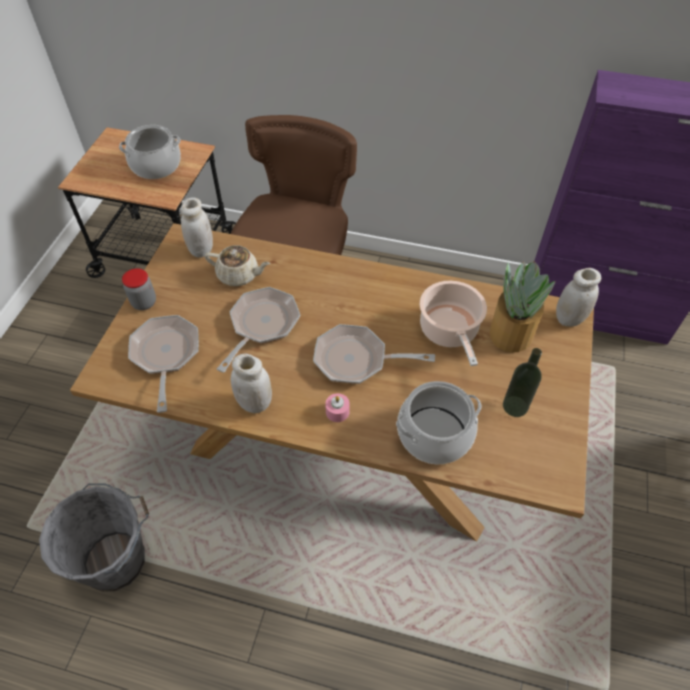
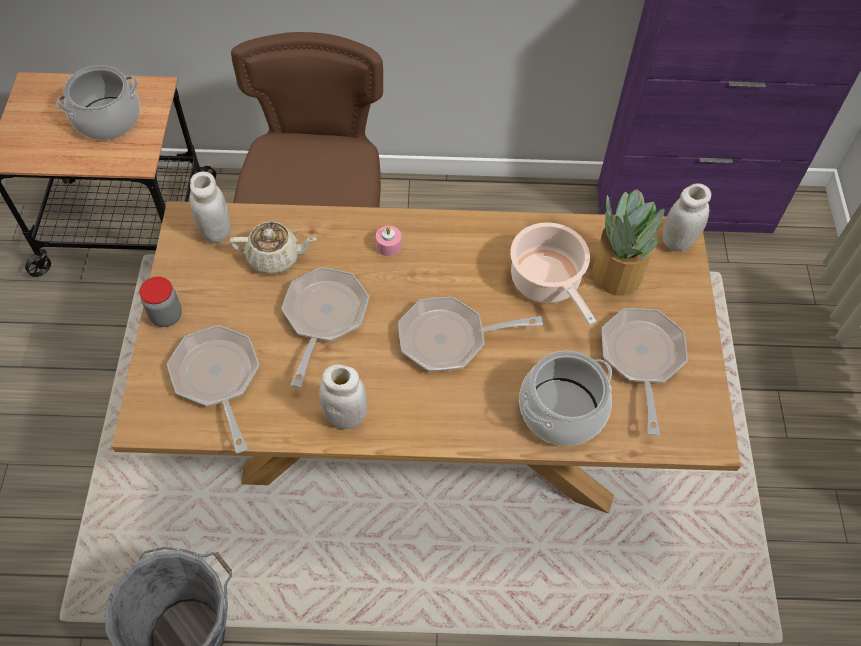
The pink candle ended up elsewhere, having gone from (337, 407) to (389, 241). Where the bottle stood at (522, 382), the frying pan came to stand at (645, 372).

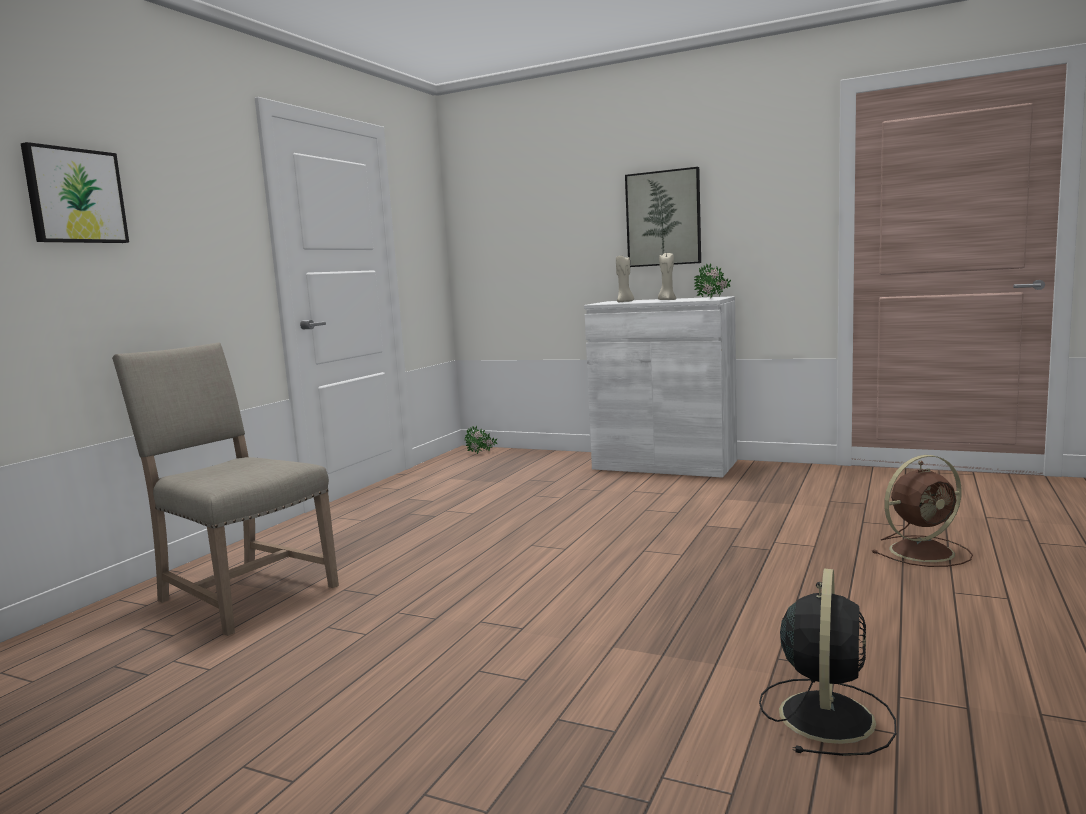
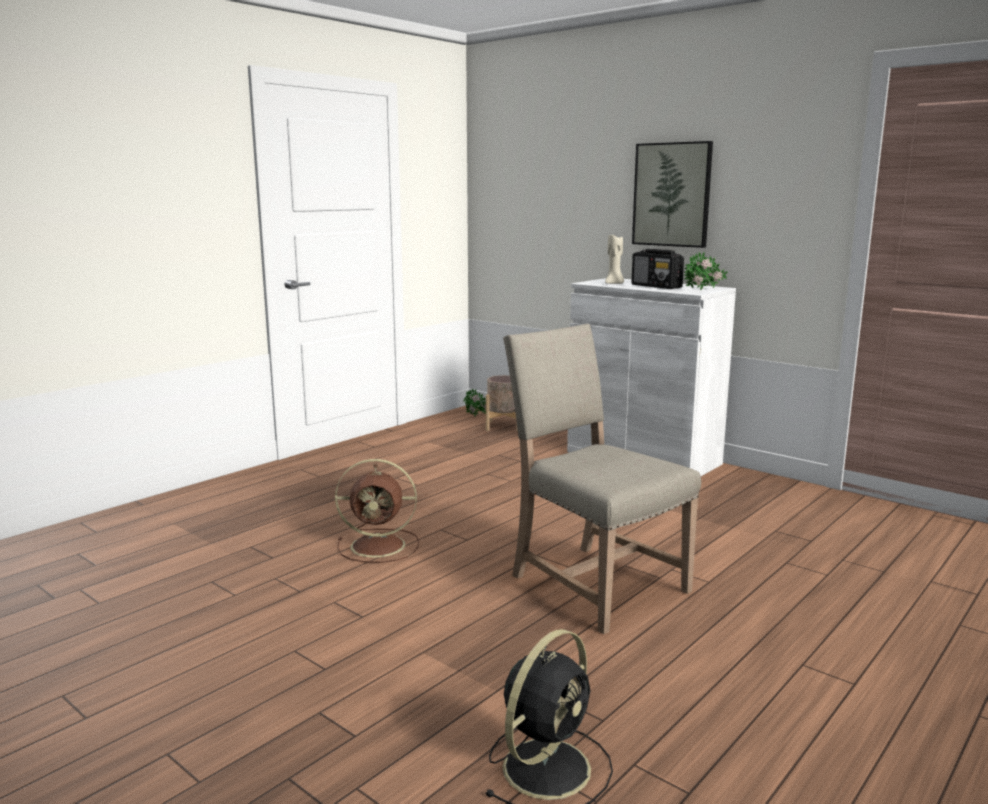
The second view lost the picture at (75, 192). The second view gained the beige planter at (502, 403). The beige chair ended up elsewhere, having gone from (225, 489) to (602, 479). The brown fan ended up elsewhere, having gone from (922, 511) to (377, 511). Where the beige candle stood at (667, 276), the radio came to stand at (657, 269).

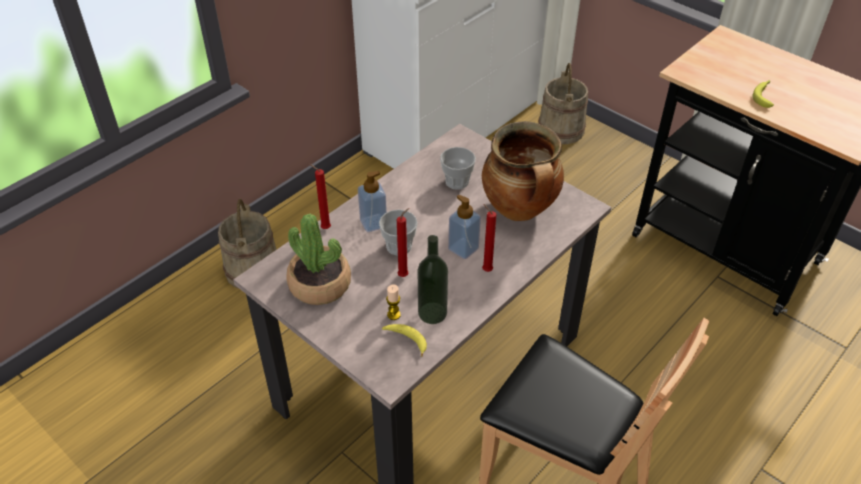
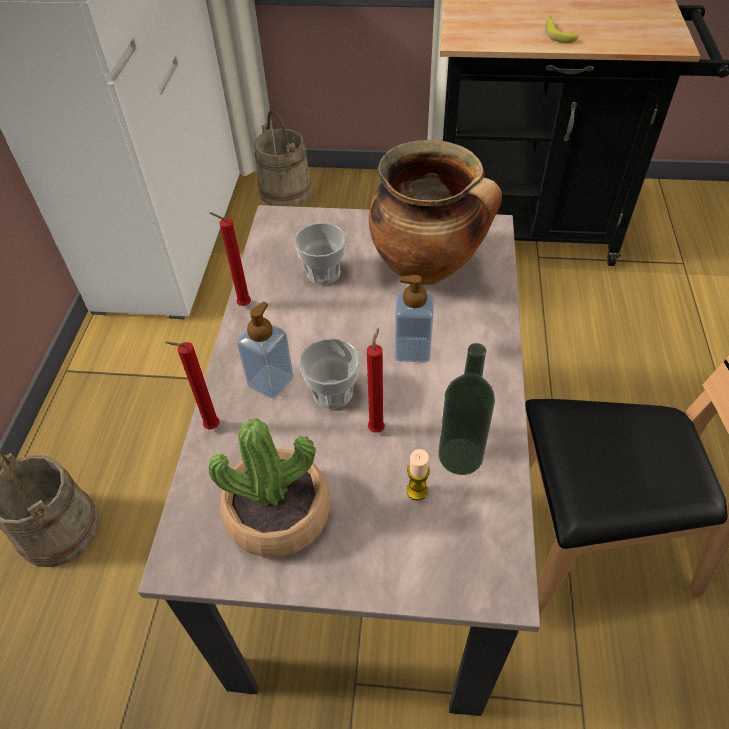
The second view lost the banana at (404, 340). The red candle ended up elsewhere, having gone from (489, 238) to (230, 259).

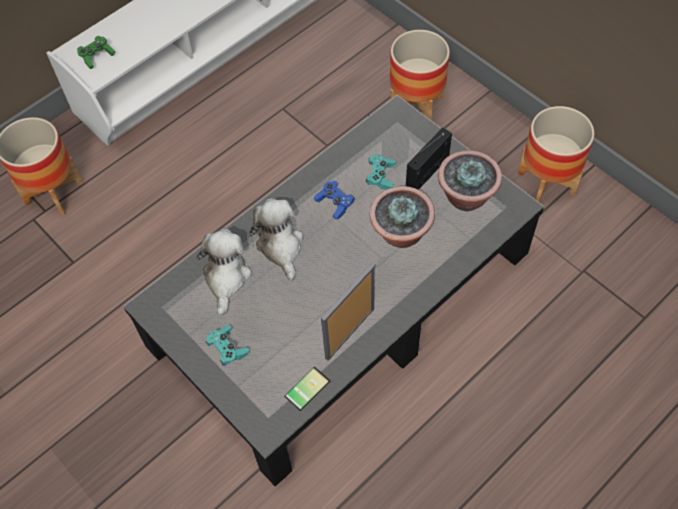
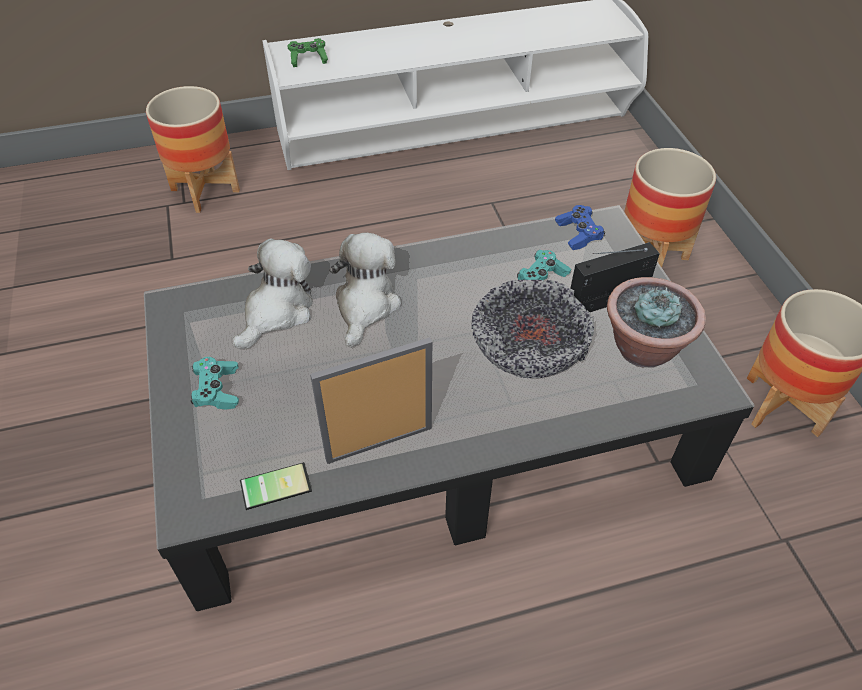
The blue game controller ended up elsewhere, having gone from (334, 200) to (580, 227). Where the potted plant stood at (402, 217), the bowl came to stand at (532, 329).

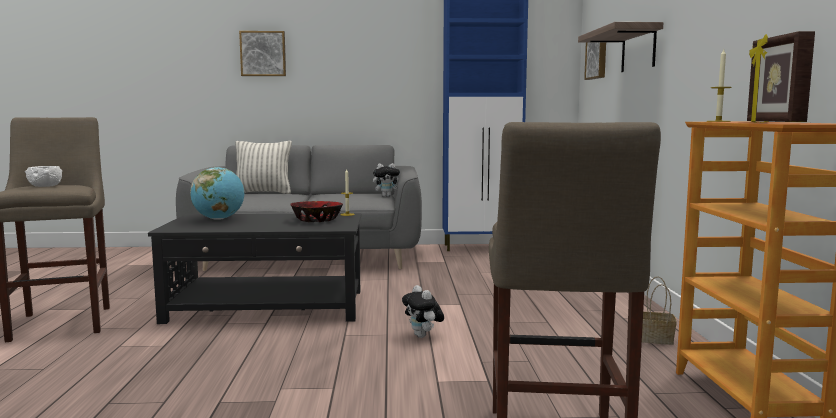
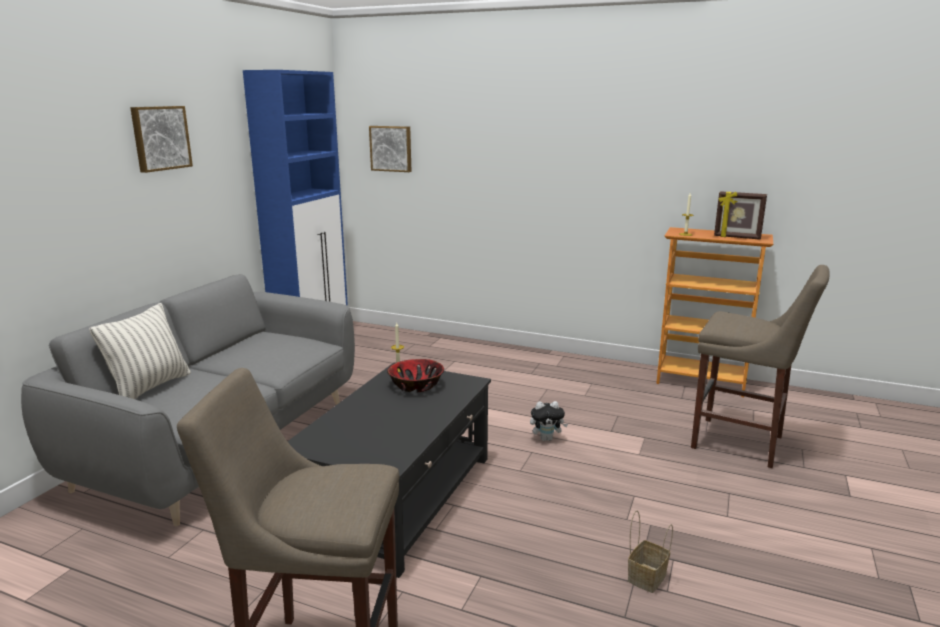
The second view lost the white bowl at (43, 176). The second view lost the globe at (217, 193). The second view lost the plush toy at (386, 180). The second view lost the shelf at (621, 47). The picture ended up elsewhere, having gone from (262, 53) to (161, 139). The basket ended up elsewhere, having gone from (659, 310) to (650, 551).

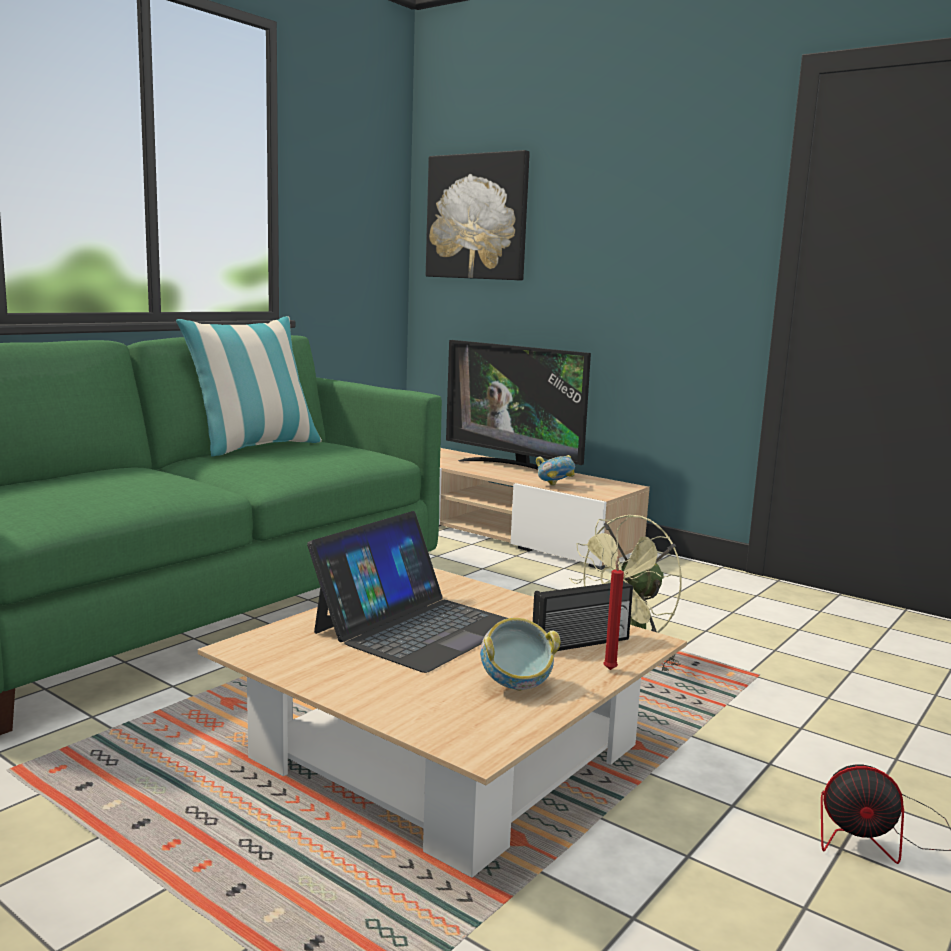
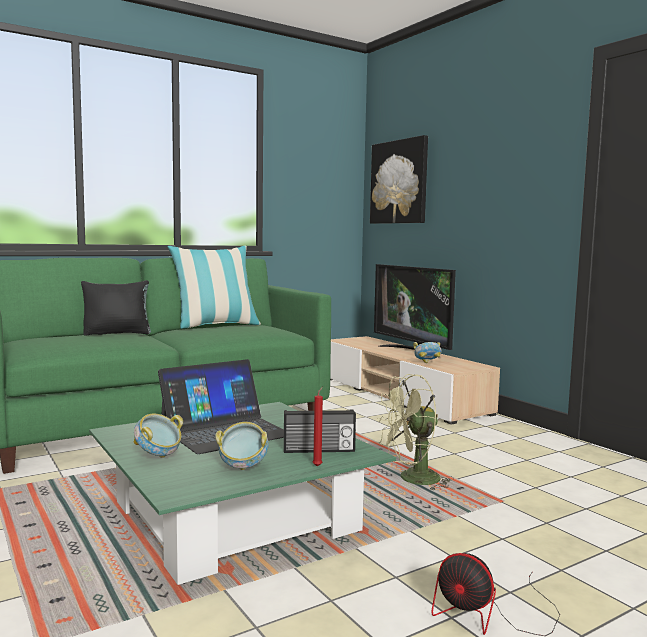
The second view gained the black pillow at (116, 308). The second view gained the bowl at (158, 435). What was the beige coffee table at (442, 723) turned into the green coffee table at (242, 493).

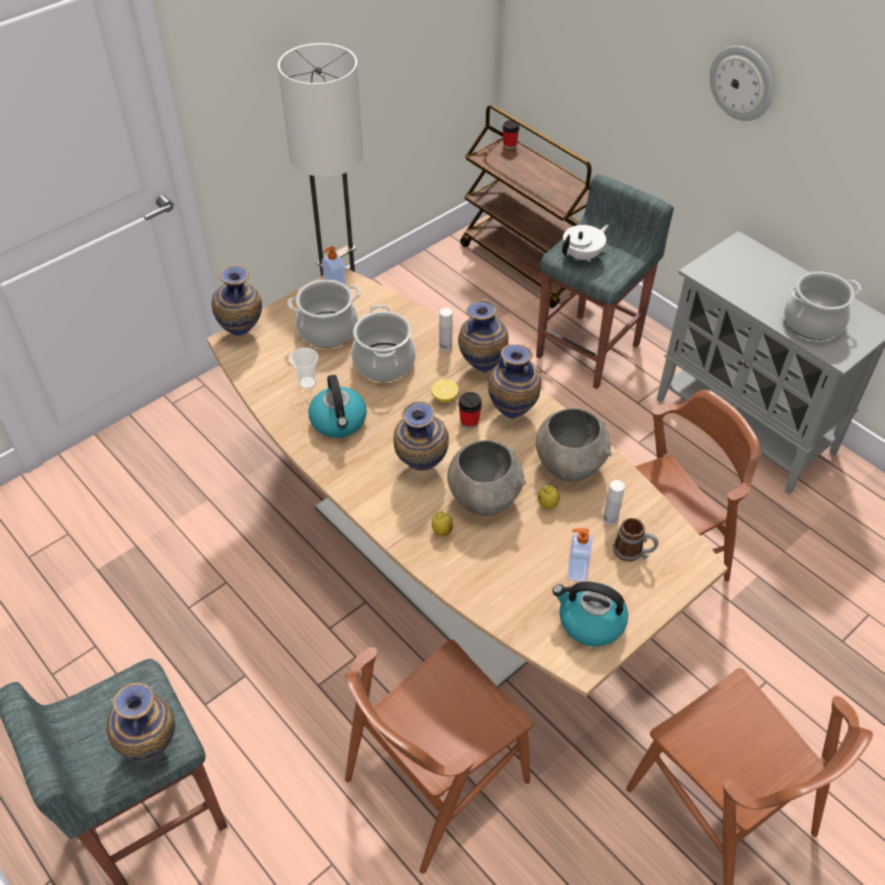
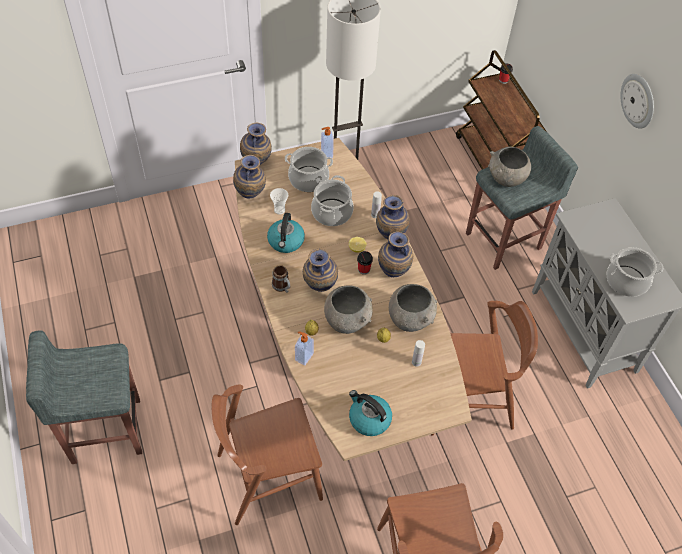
The vase ended up elsewhere, having gone from (140, 722) to (249, 176). The soap dispenser ended up elsewhere, having gone from (579, 555) to (304, 348). The mug ended up elsewhere, having gone from (635, 540) to (281, 279). Where the white teapot stood at (585, 243), the grey bowl came to stand at (509, 167).

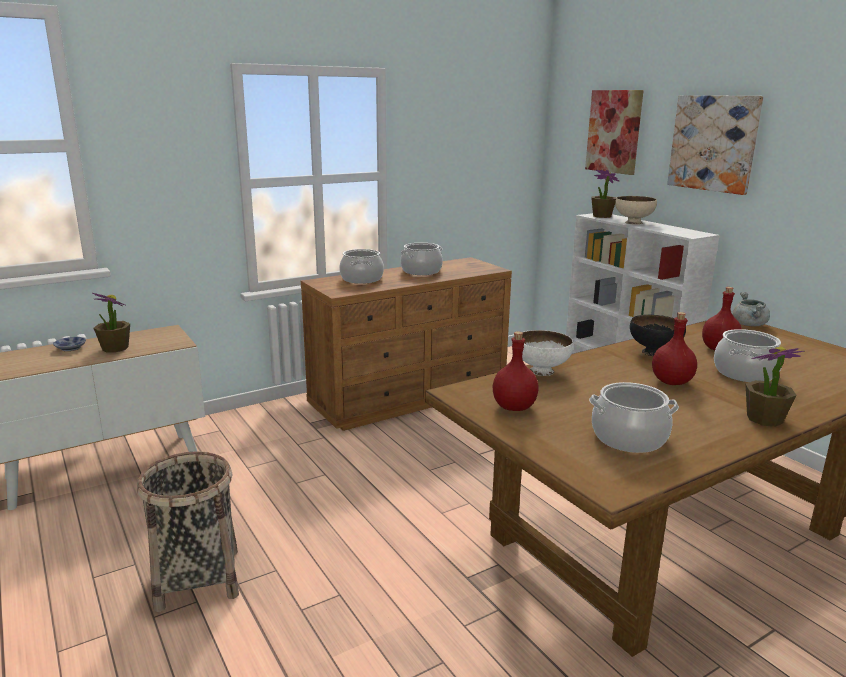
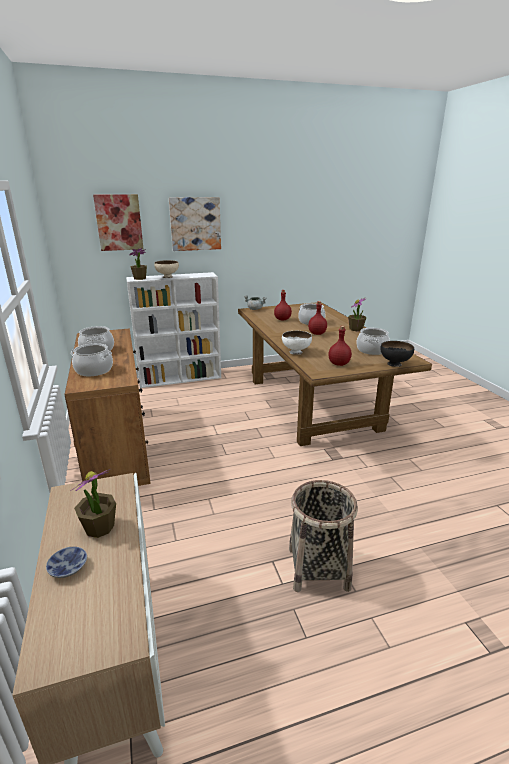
The black bowl ended up elsewhere, having gone from (658, 335) to (397, 354).

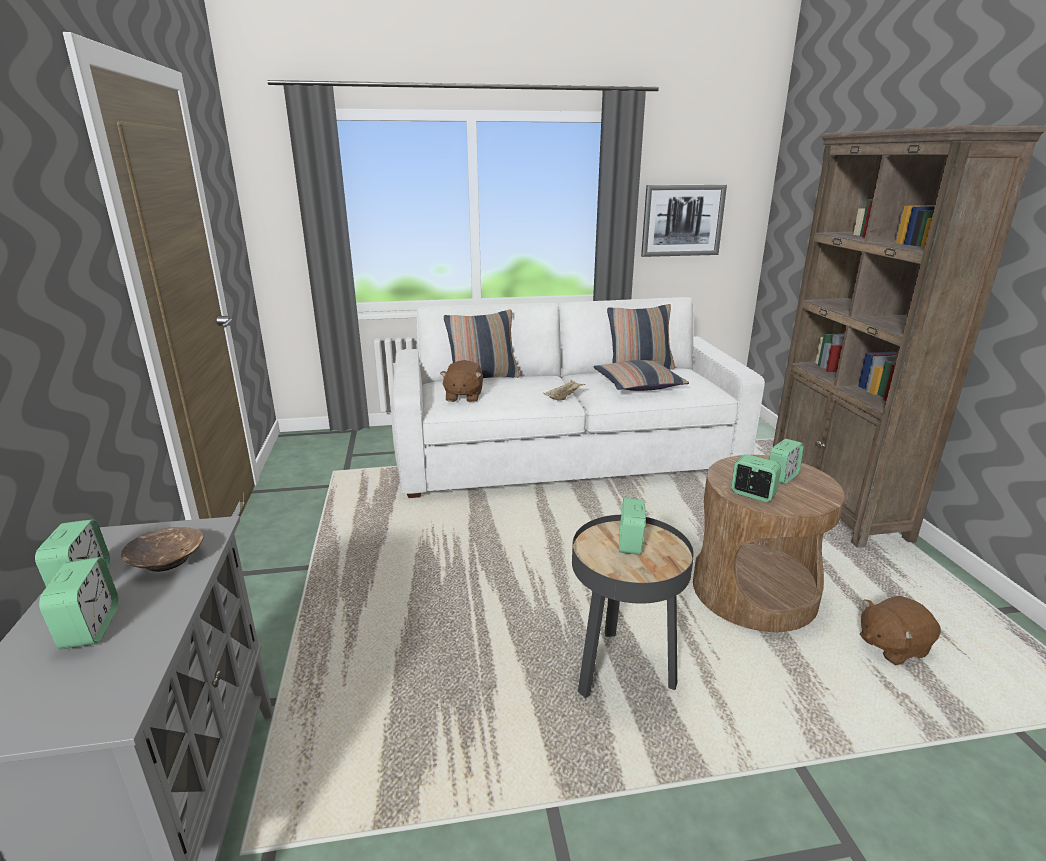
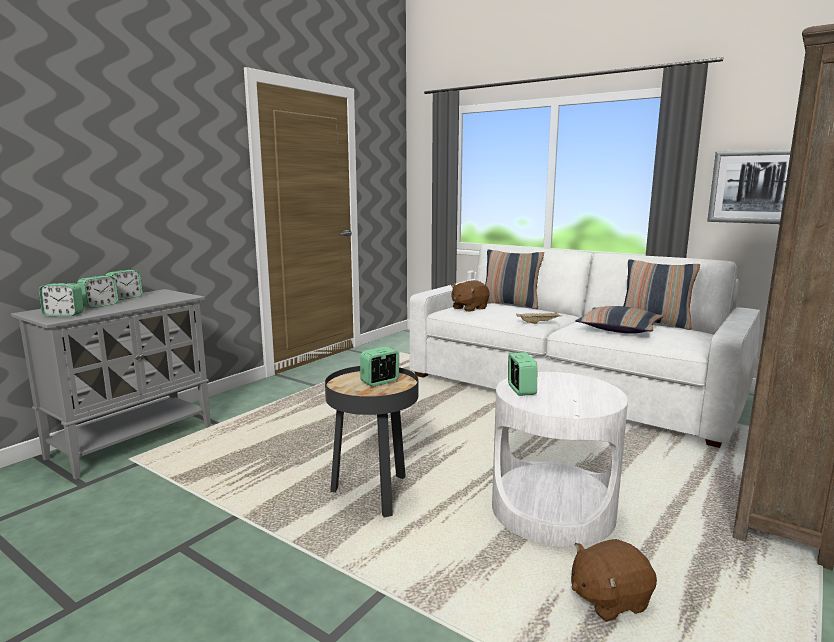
The second view lost the brown bowl at (162, 549). The alarm clock ended up elsewhere, having gone from (786, 461) to (61, 299). What was the brown side table at (769, 543) turned into the white side table at (560, 459). The brown plush toy at (900, 630) ended up facing another way, 45 degrees counterclockwise from before.

